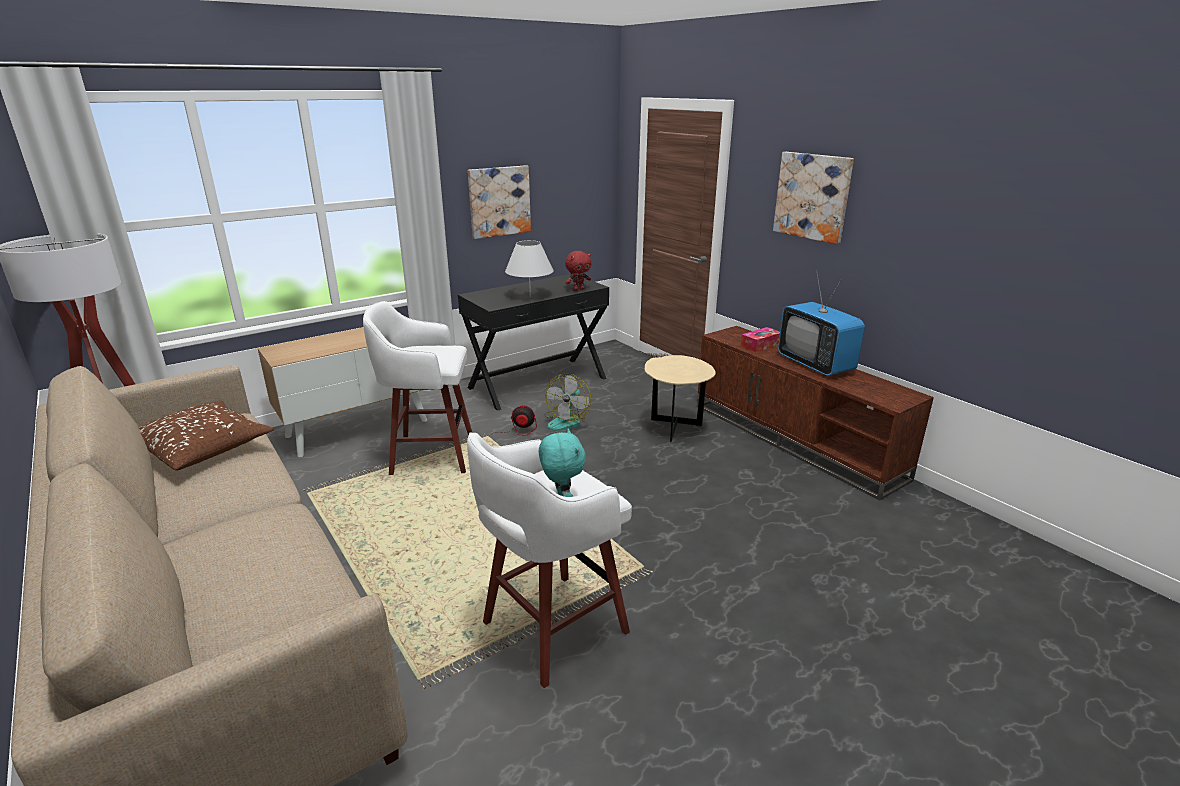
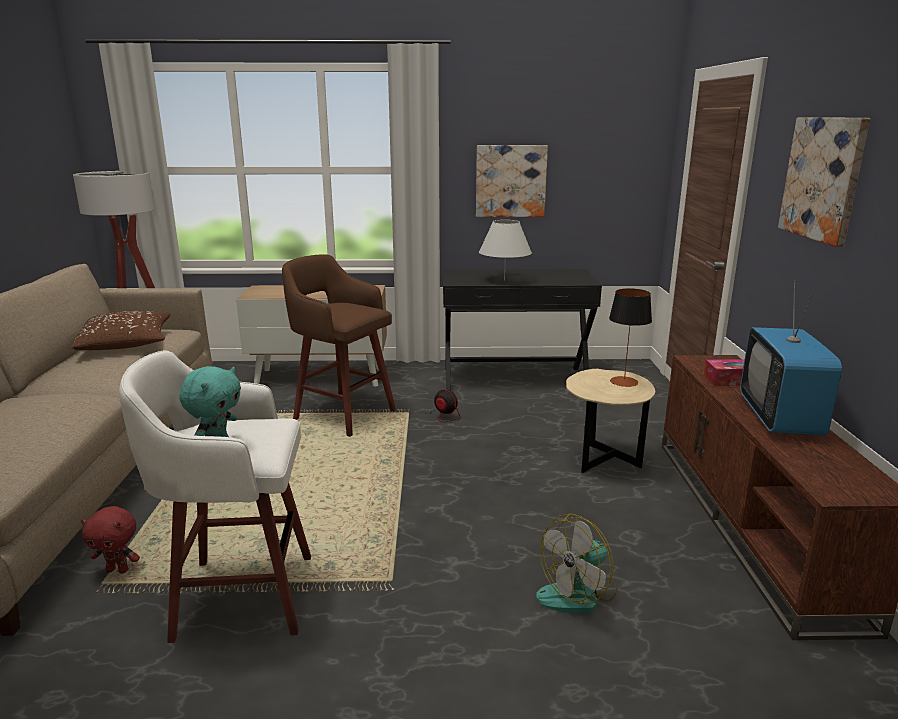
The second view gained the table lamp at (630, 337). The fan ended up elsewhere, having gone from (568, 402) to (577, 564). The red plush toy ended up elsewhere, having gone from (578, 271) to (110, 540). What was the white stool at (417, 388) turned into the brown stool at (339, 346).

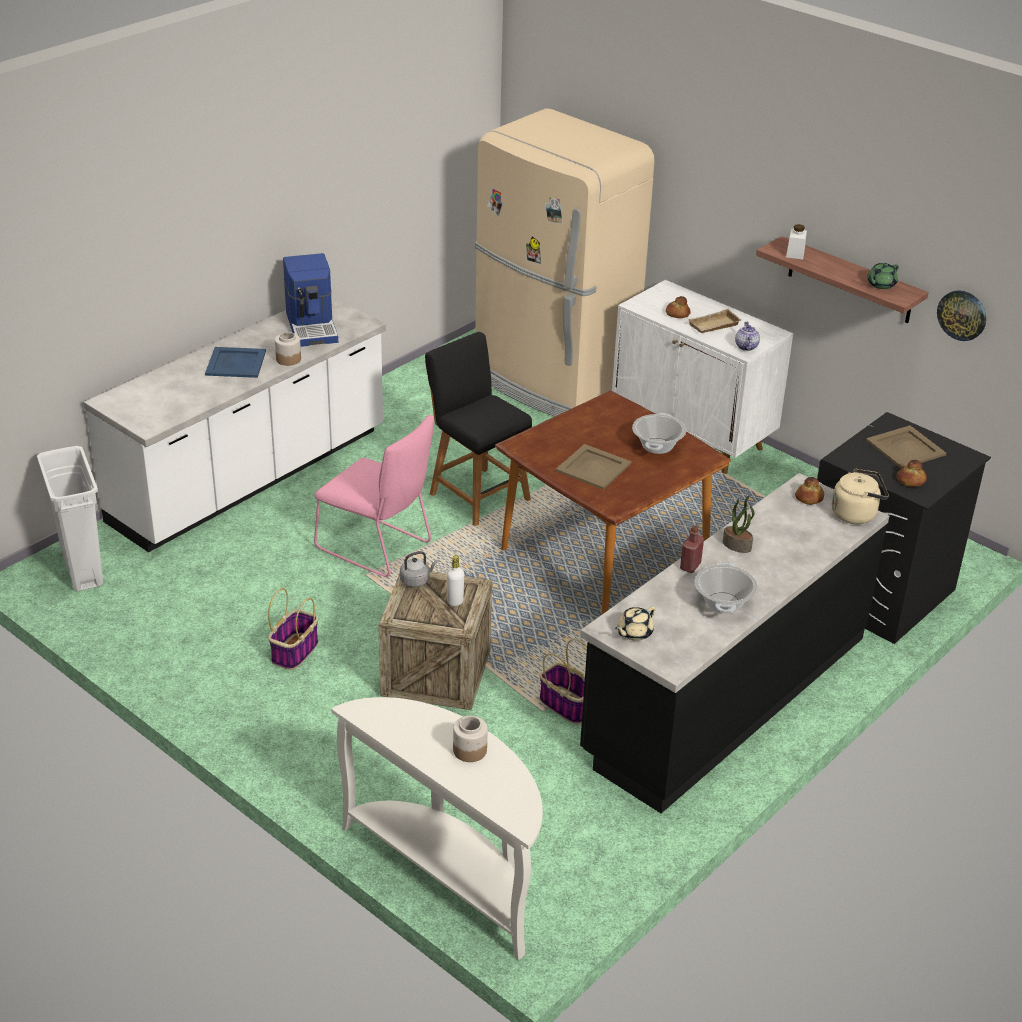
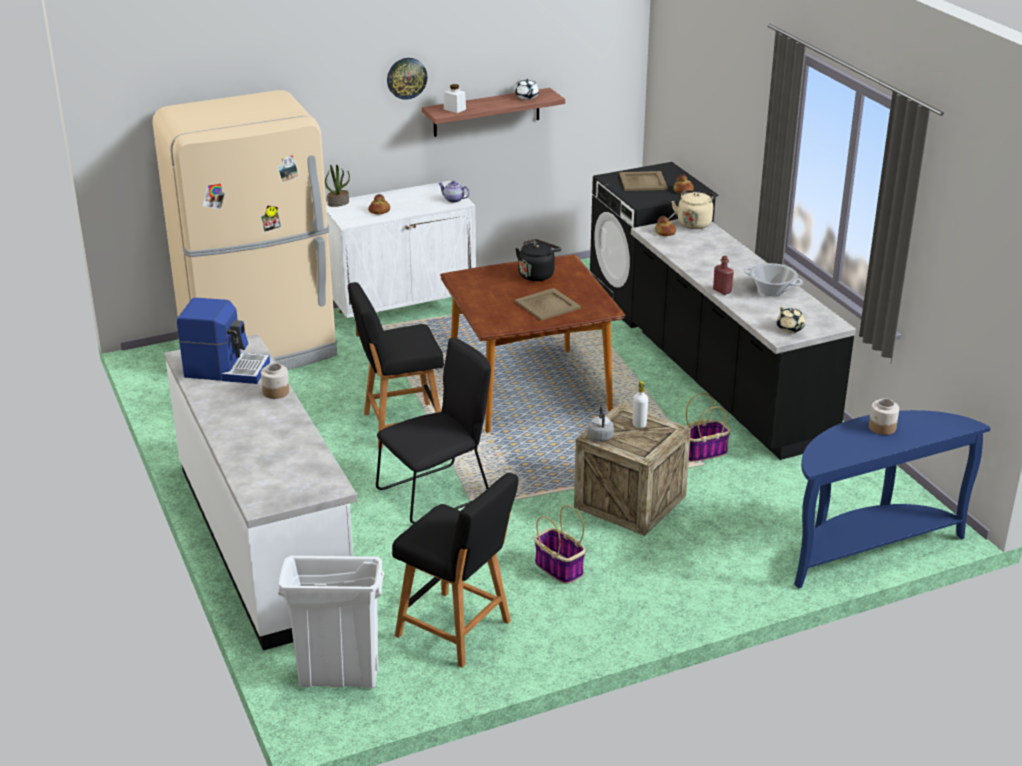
The second view lost the blue tray at (235, 362). The second view lost the beige tray at (714, 321). The second view gained the black stool at (455, 570). The potted plant ended up elsewhere, having gone from (739, 524) to (337, 186). The wall clock ended up elsewhere, having gone from (961, 315) to (407, 79). Where the cooking pot stood at (659, 433), the black kettle came to stand at (538, 260). What was the pink chair at (374, 496) turned into the black chair at (433, 430). What was the white console table at (437, 828) turned into the blue console table at (892, 499). What was the green teapot at (883, 276) turned into the white teapot at (527, 89).

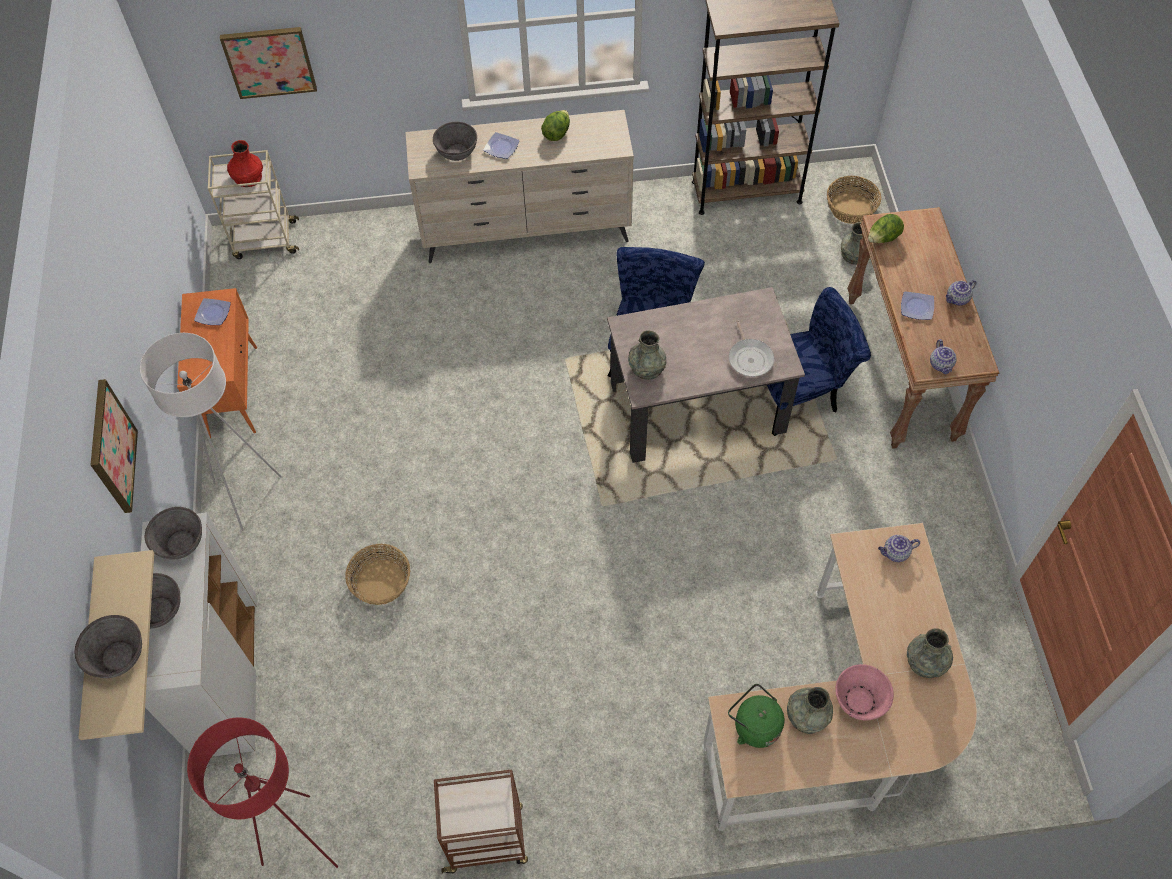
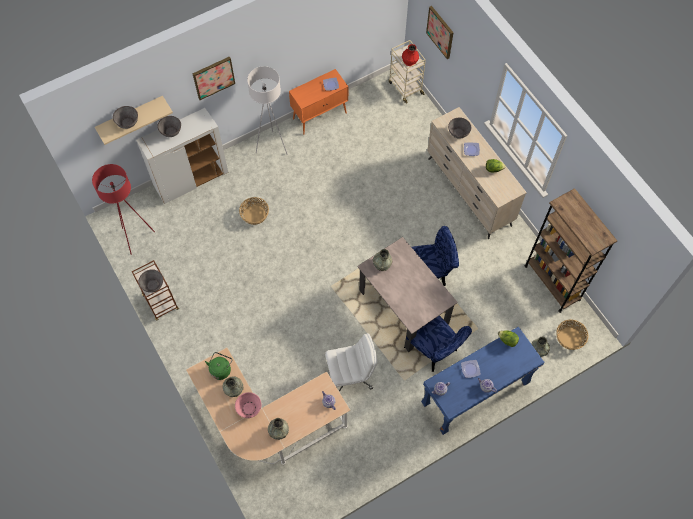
The second view lost the frying pan at (751, 348). The second view gained the white office chair at (351, 362). The grey bowl ended up elsewhere, having gone from (173, 533) to (151, 281). What was the brown console table at (923, 328) turned into the blue console table at (483, 380).

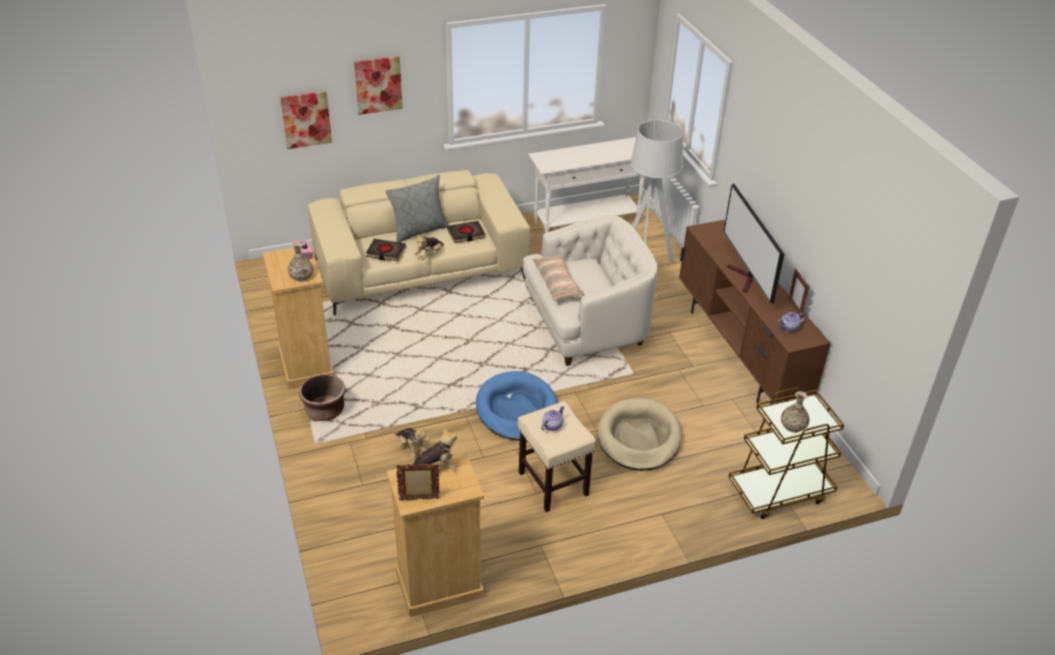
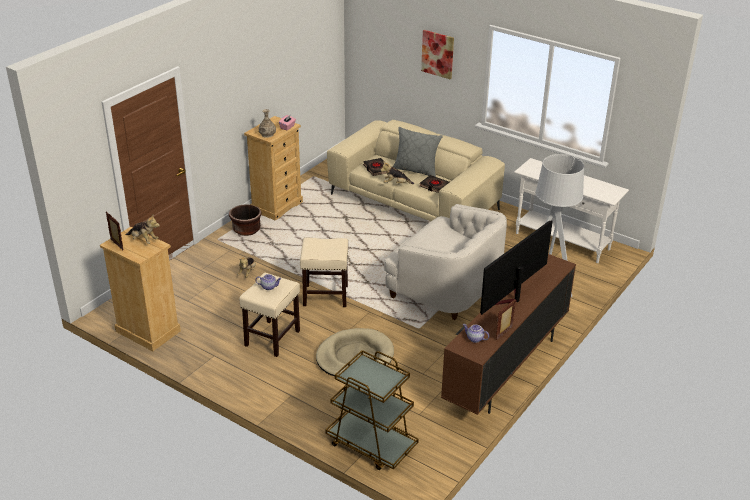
The second view lost the picture at (306, 120). The second view lost the pillow at (558, 278). The second view lost the vase at (795, 412). Where the blue dog bed stood at (517, 406), the beige stool came to stand at (324, 272).

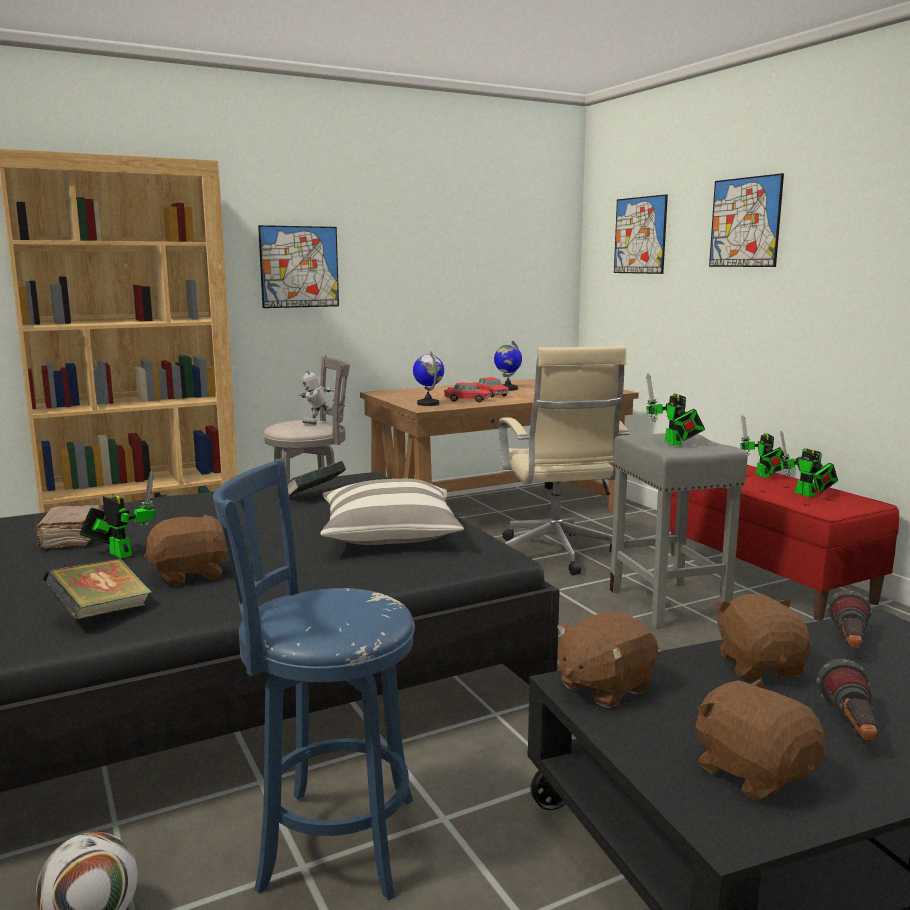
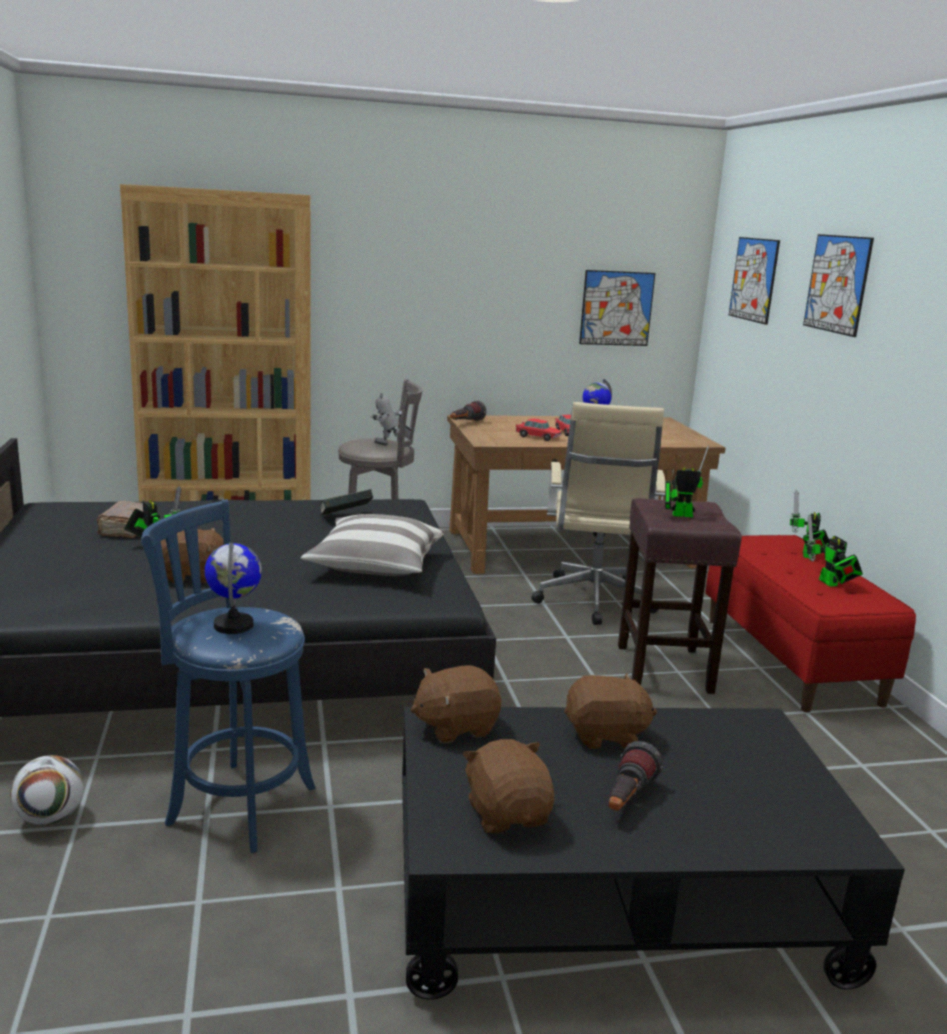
The second view lost the book at (97, 589). The picture ended up elsewhere, having gone from (298, 266) to (617, 308). The globe ended up elsewhere, having gone from (428, 378) to (233, 588). The flashlight ended up elsewhere, having gone from (849, 619) to (468, 410). What was the grey stool at (679, 531) turned into the brown stool at (680, 596). The toy robot at (675, 409) ended up facing another way, 90 degrees clockwise from before. The brown plush toy at (763, 636) ended up facing another way, 75 degrees clockwise from before.

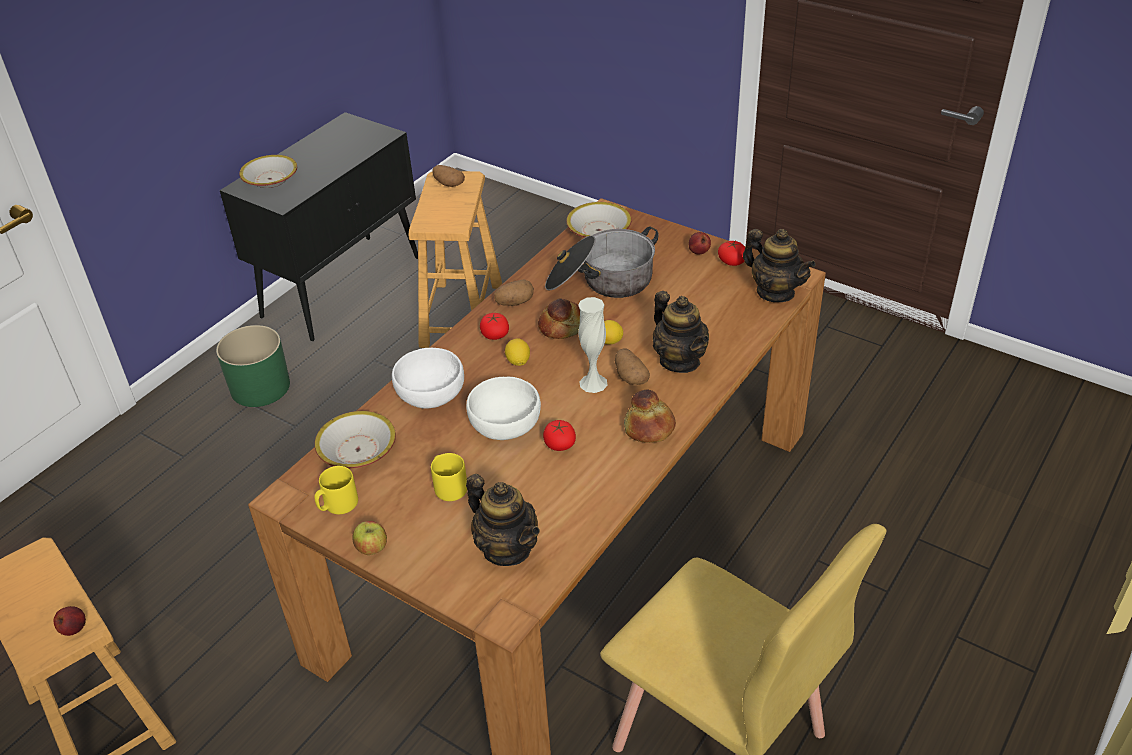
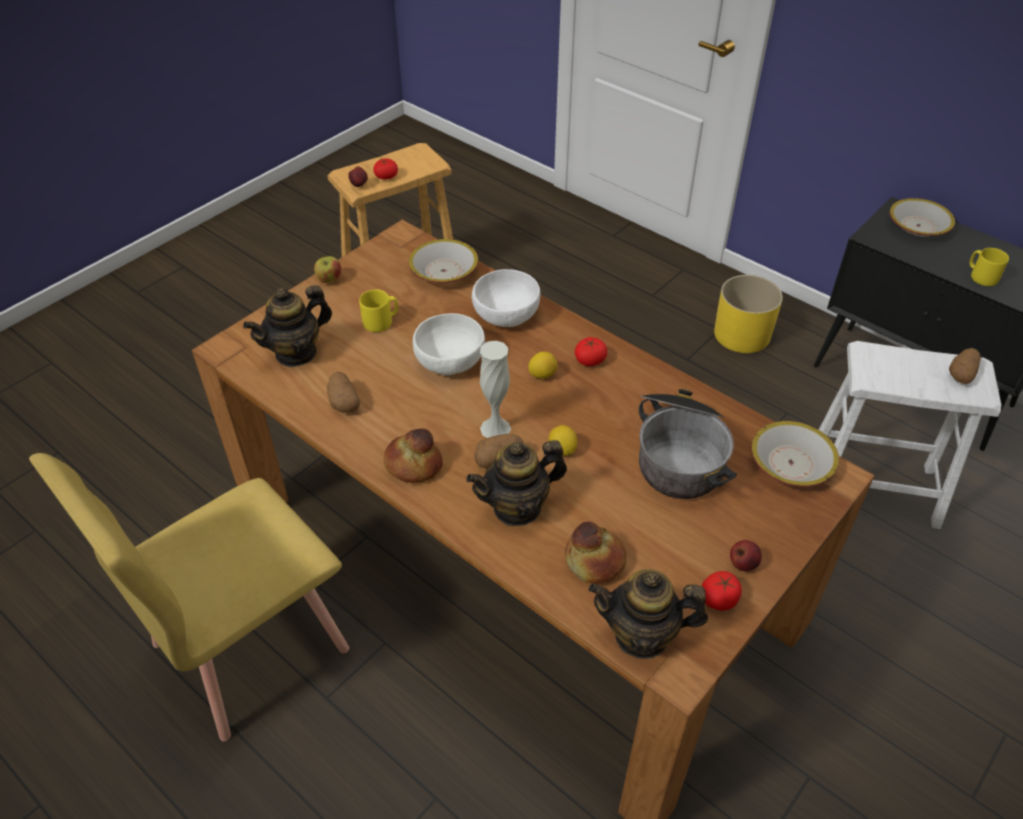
The yellow mug ended up elsewhere, having gone from (336, 490) to (989, 267). The potato ended up elsewhere, having gone from (514, 292) to (343, 392). The bread ended up elsewhere, having gone from (559, 319) to (596, 552). The tomato ended up elsewhere, having gone from (559, 435) to (385, 168). What was the green planter at (253, 366) turned into the yellow planter at (748, 314). What was the brown stool at (455, 259) turned into the white stool at (910, 435). The teapot at (779, 265) ended up facing another way, 45 degrees clockwise from before.

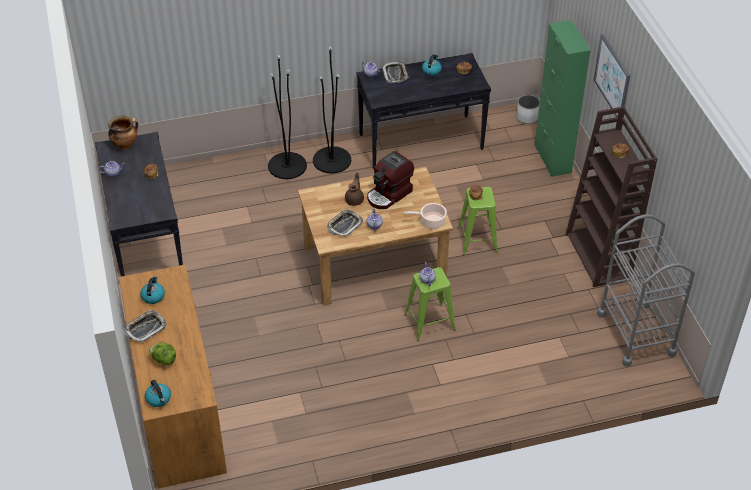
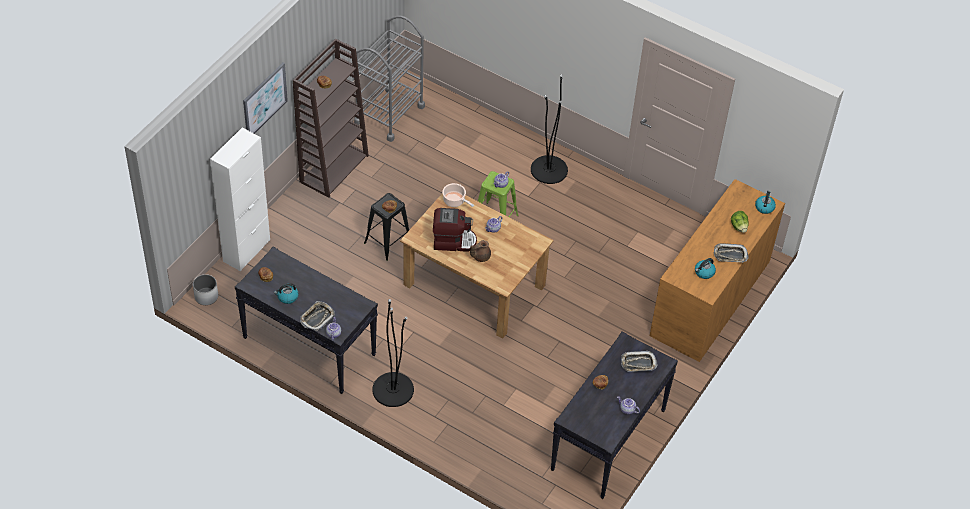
The second view lost the cooking pot at (123, 132). The black floor lamp ended up elsewhere, having gone from (287, 117) to (549, 129). The tray ended up elsewhere, having gone from (345, 223) to (639, 361). What was the green stool at (478, 221) turned into the black stool at (386, 227). What was the green cabinet at (562, 98) turned into the white cabinet at (240, 199).

